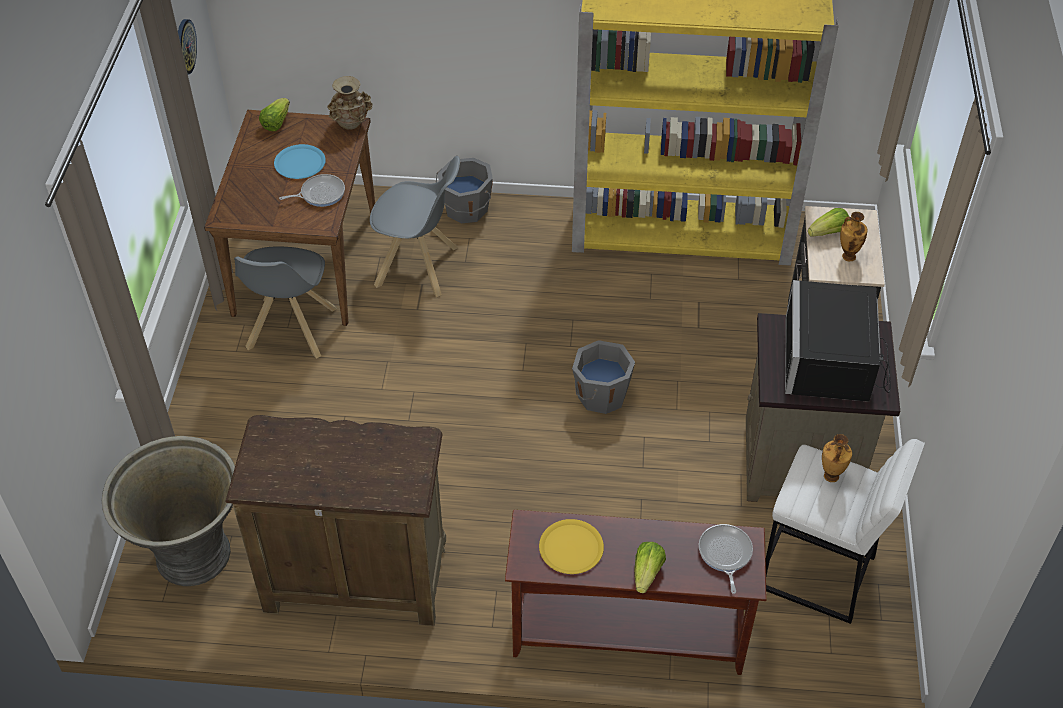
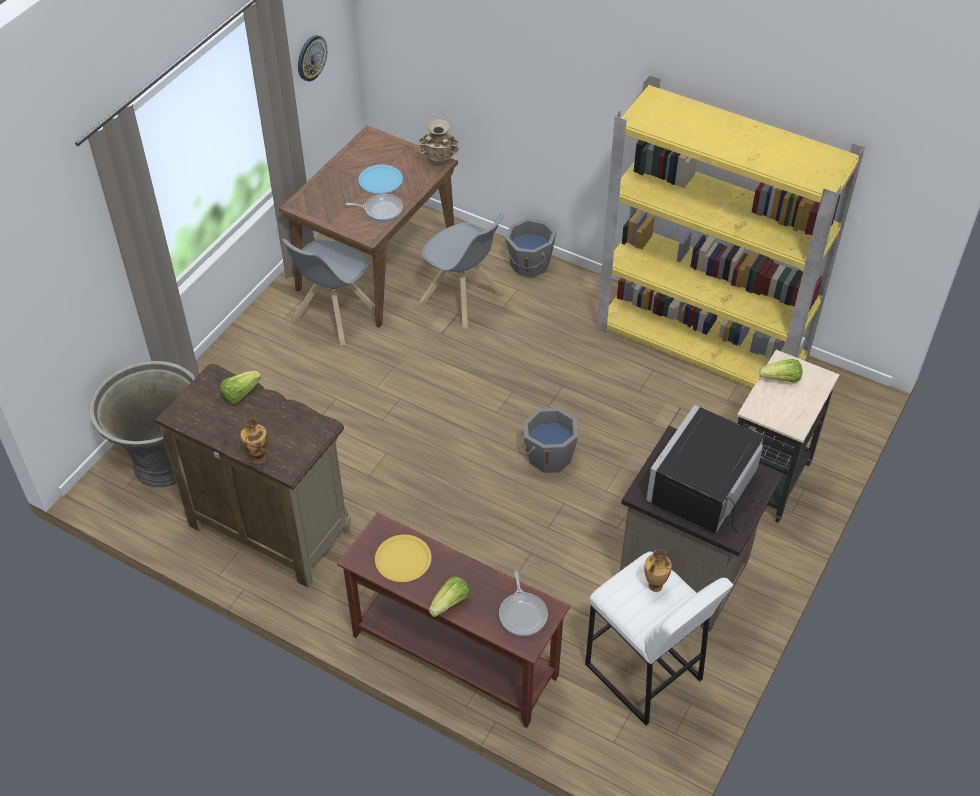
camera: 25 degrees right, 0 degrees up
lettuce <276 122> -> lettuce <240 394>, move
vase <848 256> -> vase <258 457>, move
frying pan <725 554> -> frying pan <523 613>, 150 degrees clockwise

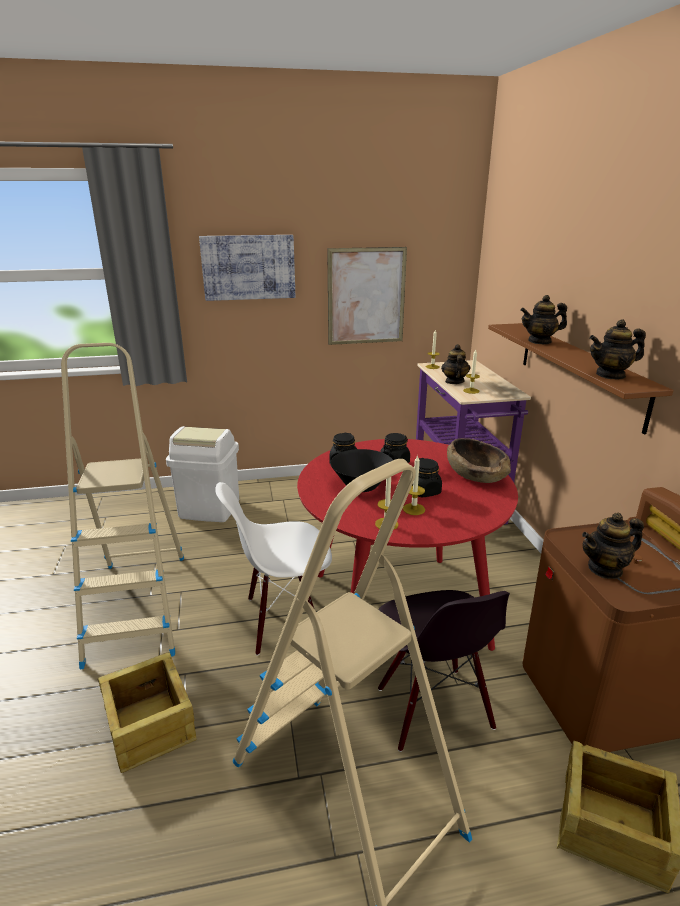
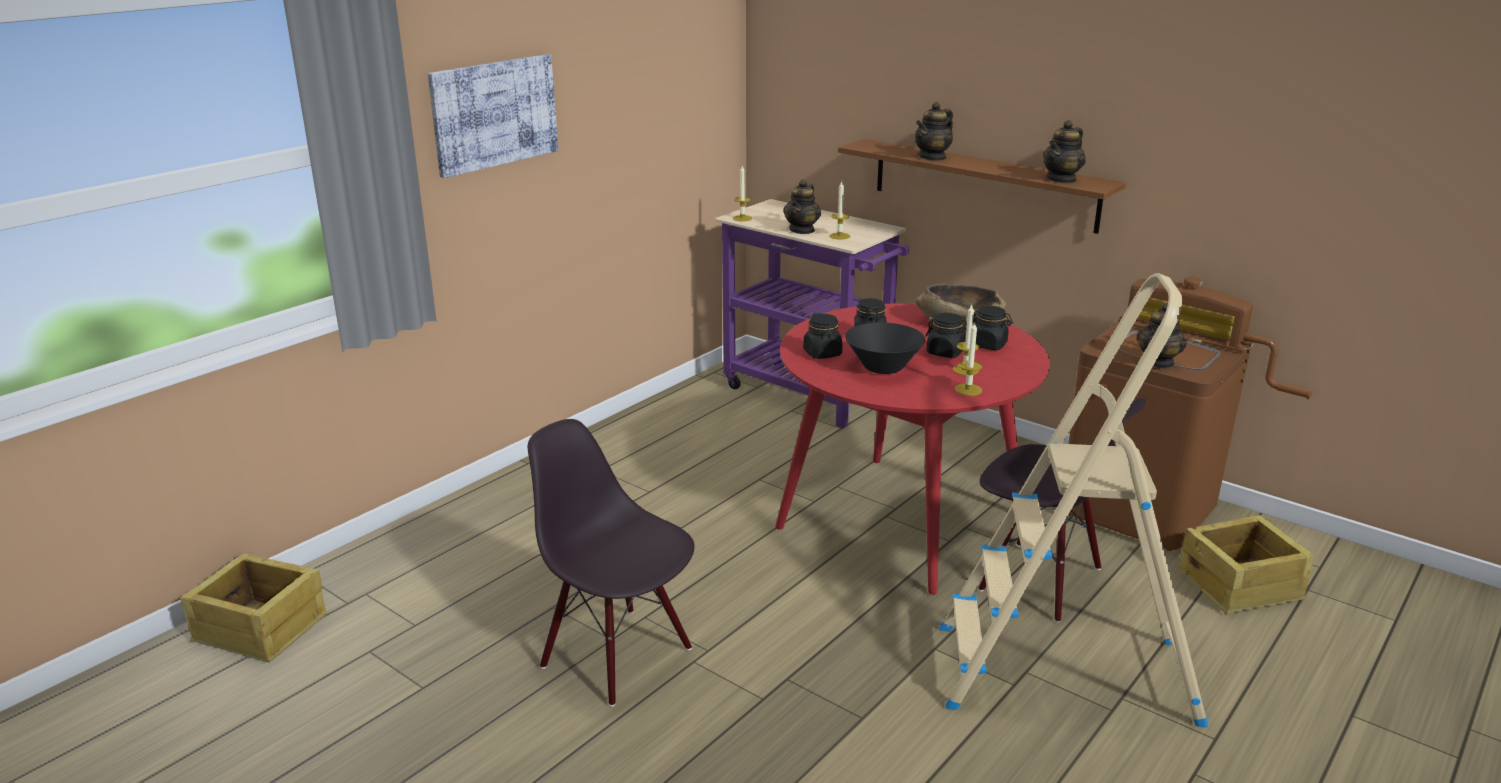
camera: 40 degrees left, 0 degrees up
white trash can <209 509> -> none
white chair <283 620> -> none
picture <366 296> -> none
none -> black jar <988 345>
crate <149 726> -> crate <261 629>, move
beige step ladder <138 606> -> black chair <618 656>
teapot <454 381> -> teapot <802 230>, 120 degrees counterclockwise

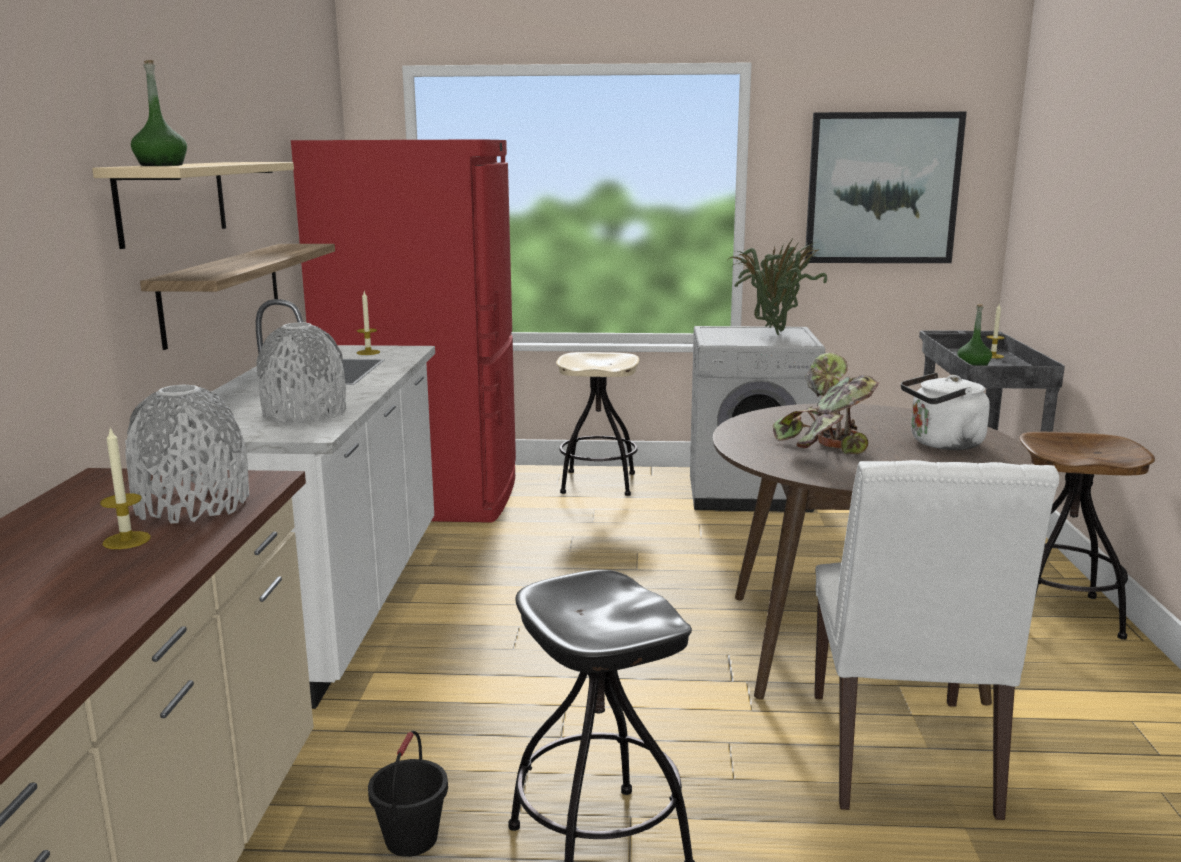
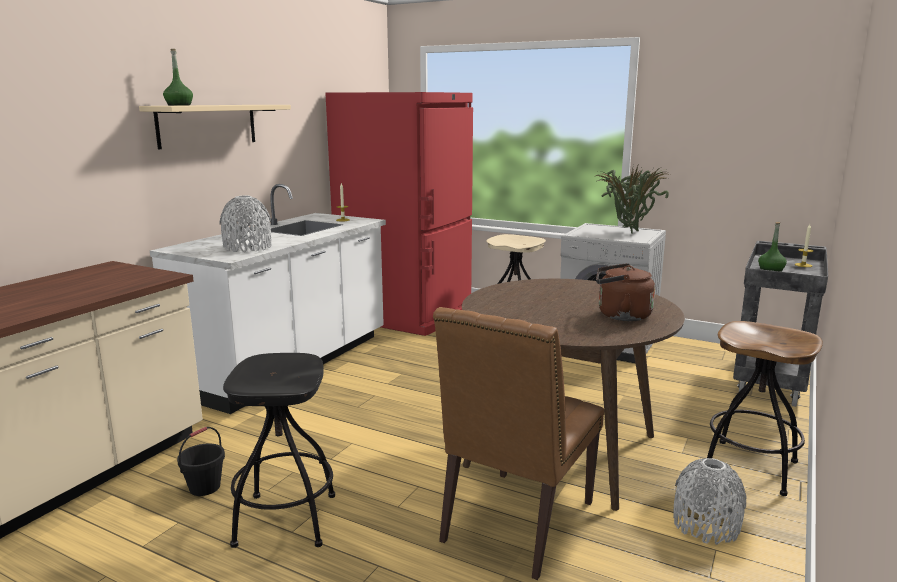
camera: 25 degrees right, 0 degrees up
candle <126 540> -> none
shelf <223 291> -> none
potted plant <823 449> -> none
picture <882 188> -> none
grey vase <193 505> -> grey vase <705 525>, move
white chair <899 751> -> brown chair <518 520>
white kettle <942 444> -> brown kettle <620 315>

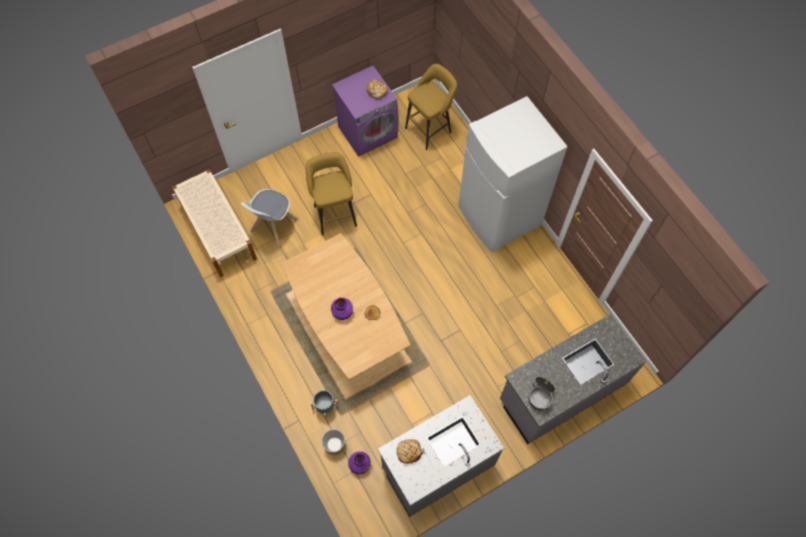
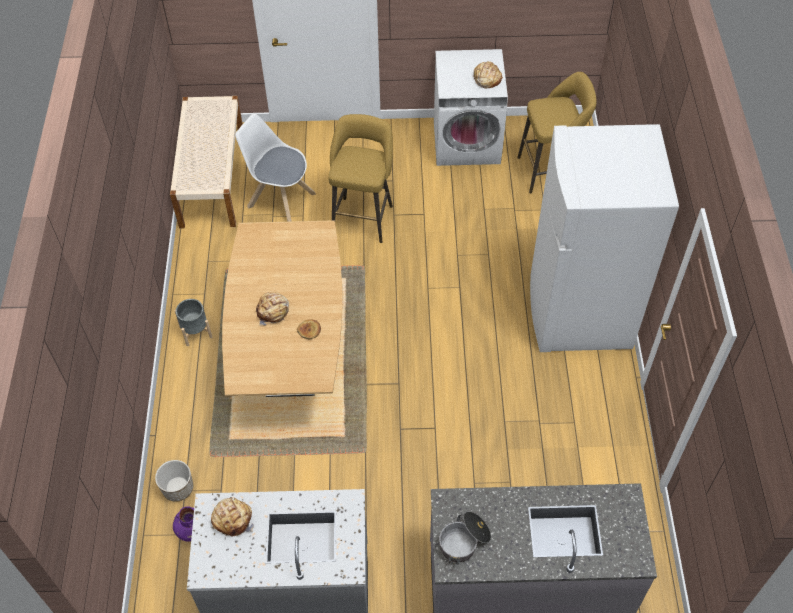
camera: 30 degrees right, 10 degrees down
grey planter <325 407> -> grey planter <195 332>, move
purple vase <342 312> -> bread <273 311>
purple washing machine <367 131> -> white washing machine <467 142>
chair <273 226> -> chair <280 199>, 60 degrees clockwise

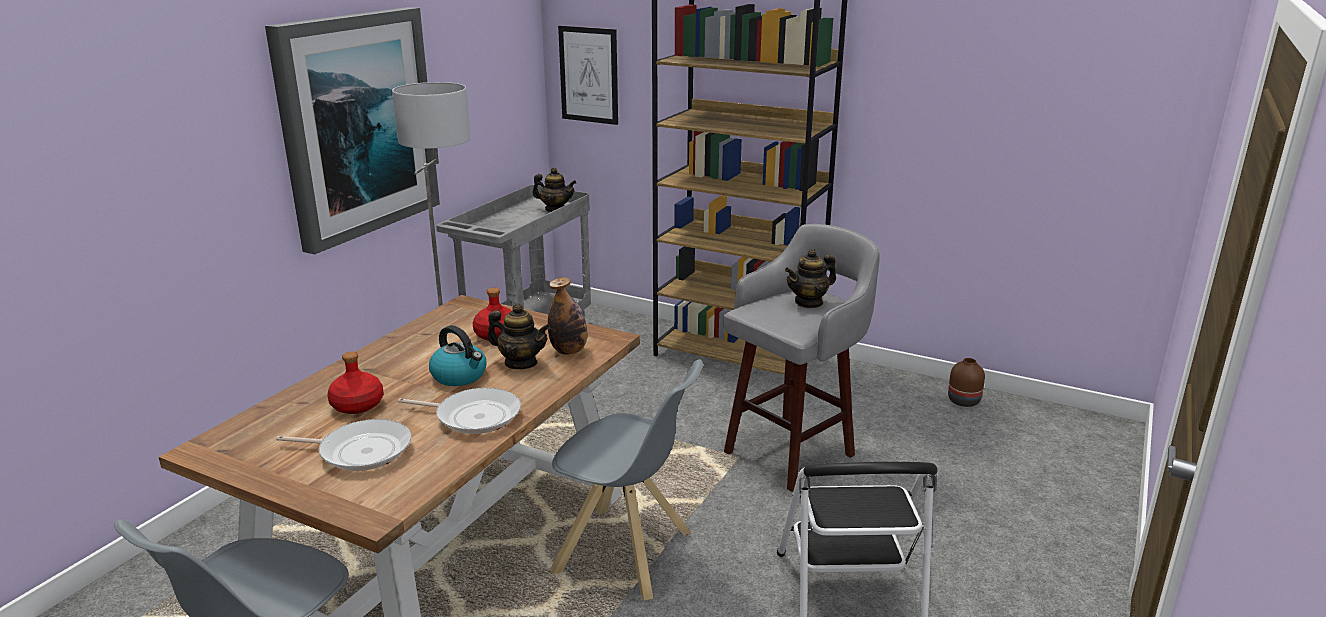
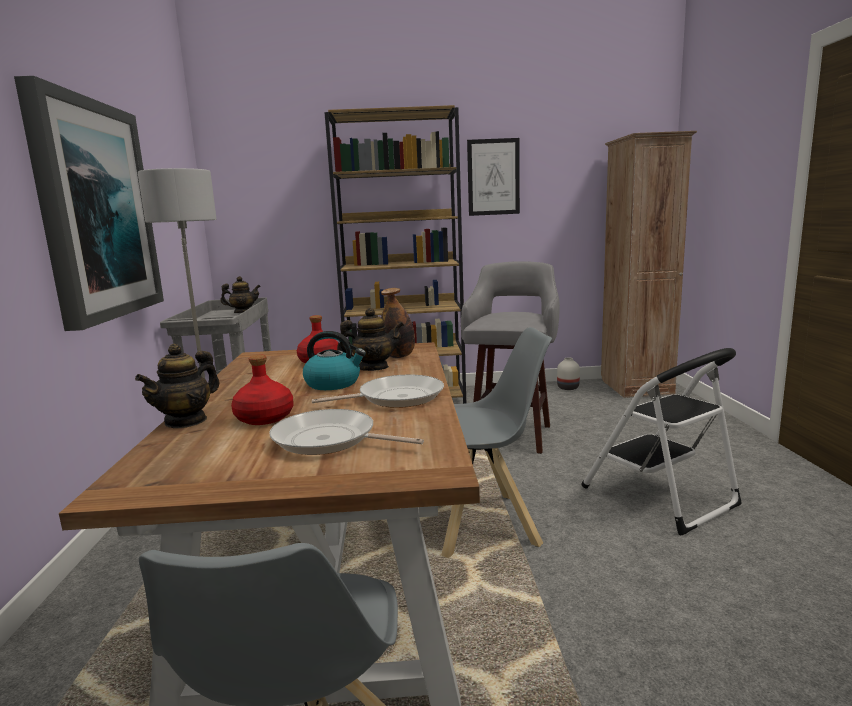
camera: 30 degrees left, 10 degrees down
none -> brown cabinet <637 387>
picture <589 75> -> picture <493 177>, move
teapot <809 302> -> teapot <186 421>, move
brown vase <964 401> -> white vase <568 387>
frying pan <360 451> -> frying pan <329 440>, 135 degrees counterclockwise

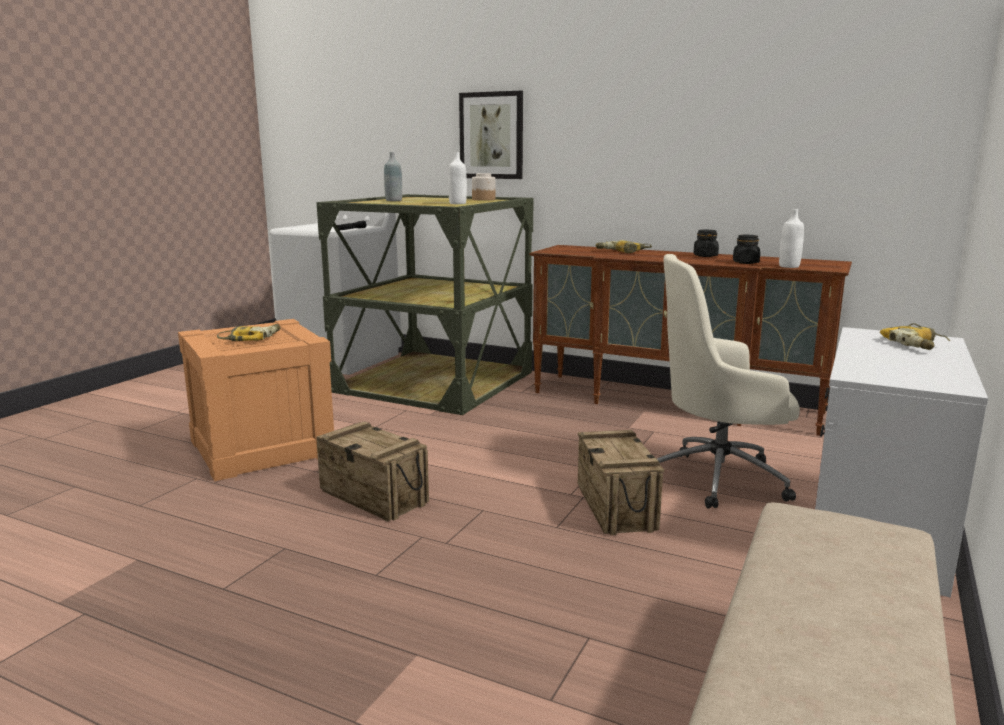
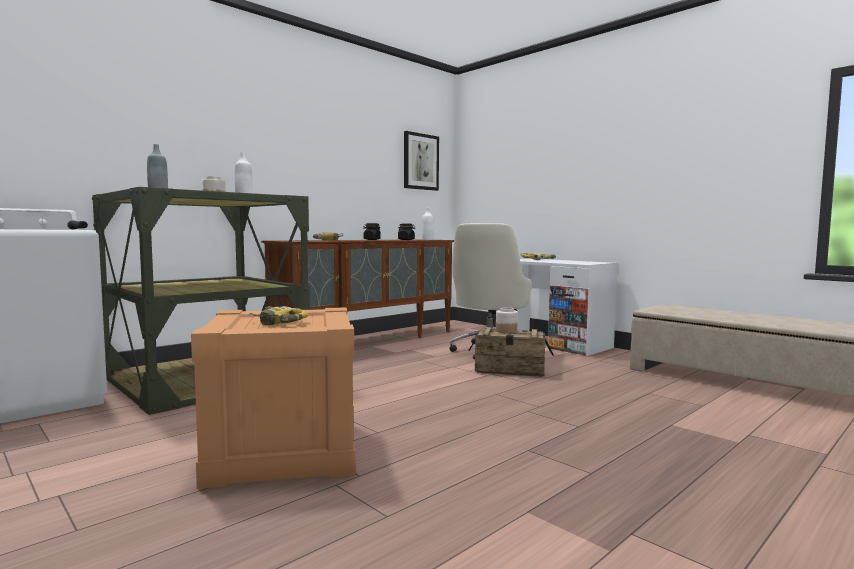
camera: 70 degrees left, 10 degrees down
crate <374 496> -> none
none -> jar <506 331>
picture <491 135> -> picture <420 161>, move

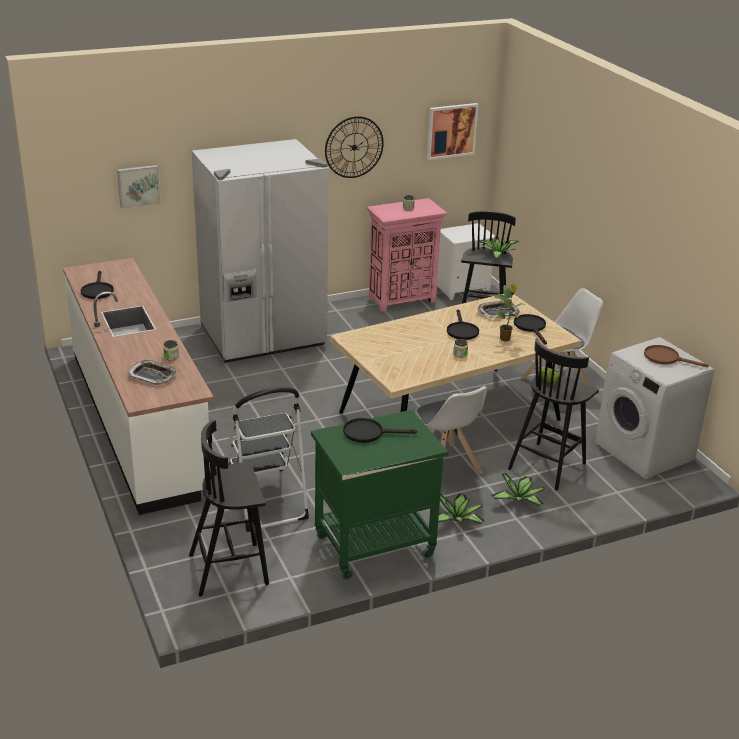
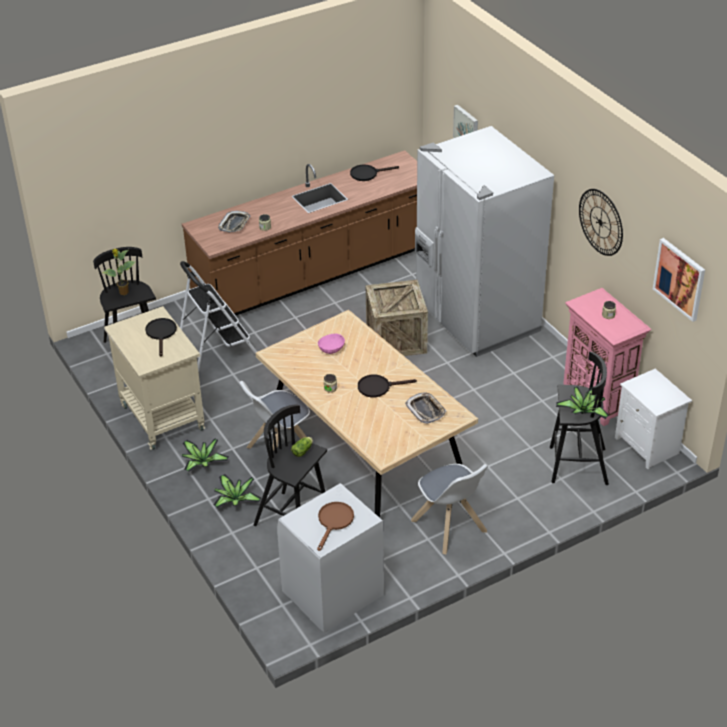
camera: 85 degrees right, 10 degrees up
black frying pan <531 327> -> none
none -> pink bowl <331 349>
none -> crate <396 339>
potted plant <505 339> -> potted plant <123 293>, move
white counter <139 421> -> brown counter <315 274>
green cart <373 547> -> beige cart <162 418>

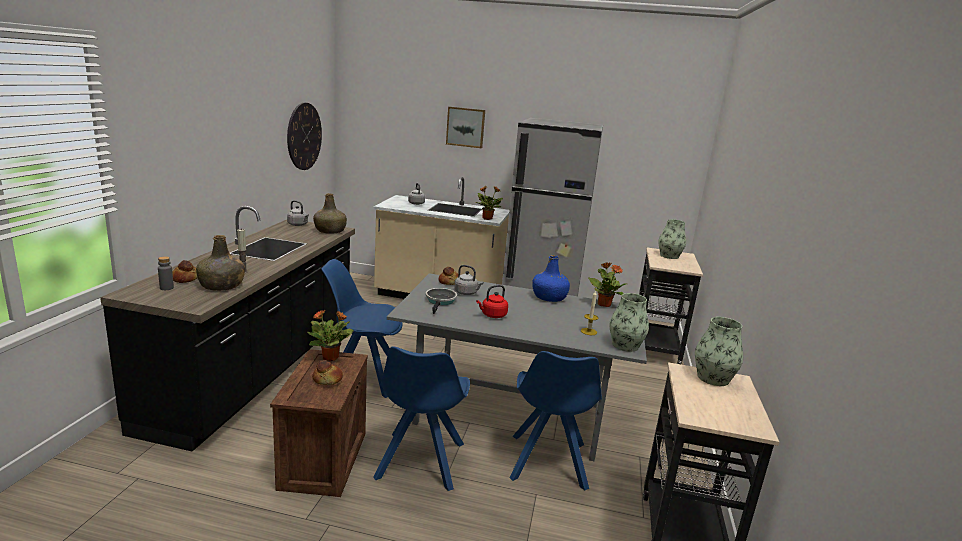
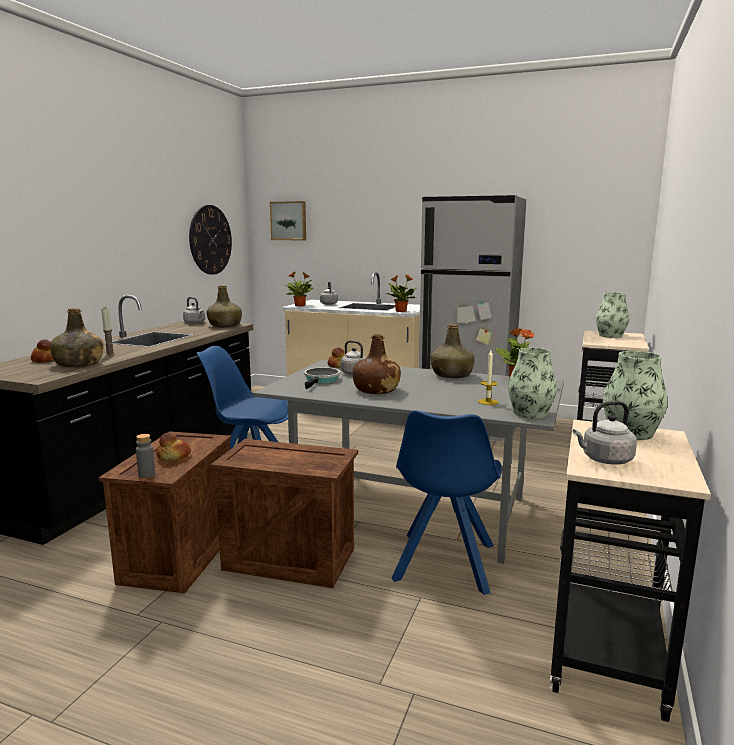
camera: 10 degrees right, 5 degrees down
none -> grey kettle <604 460>
grey bottle <166 288> -> grey bottle <146 474>, move
potted plant <331 358> -> potted plant <300 306>, move
picture <465 127> -> picture <289 221>, move
blue chair <419 462> -> crate <288 560>
red kettle <492 315> -> brown bottle <376 390>
blue bottle <549 297> -> green bottle <452 375>

